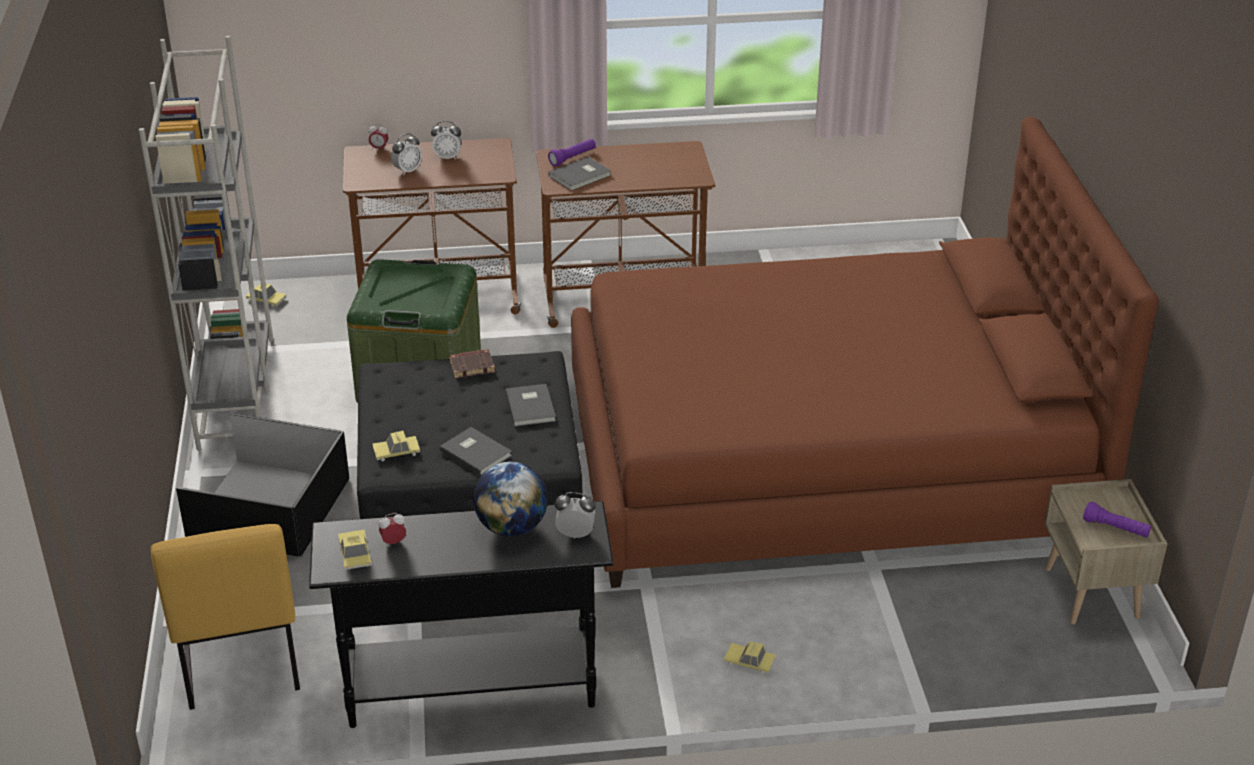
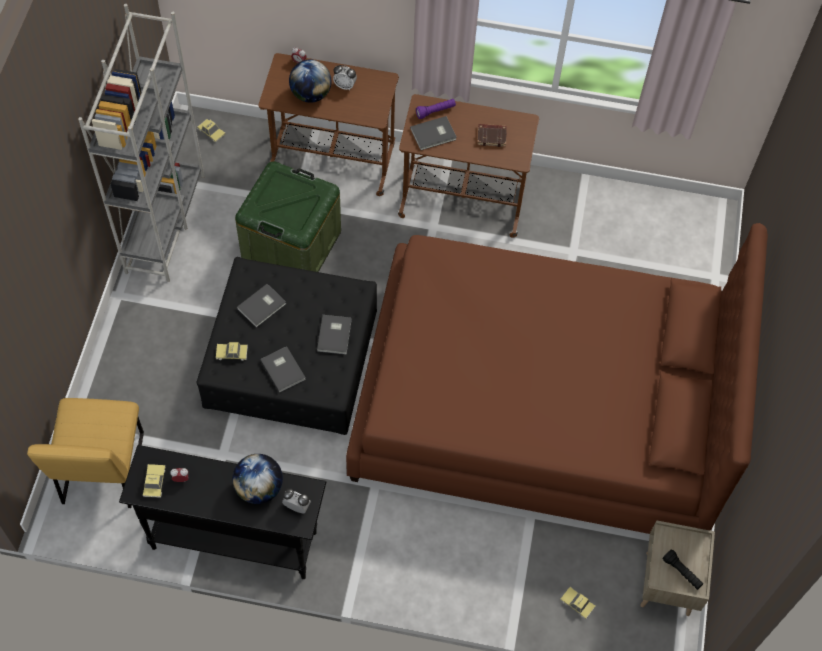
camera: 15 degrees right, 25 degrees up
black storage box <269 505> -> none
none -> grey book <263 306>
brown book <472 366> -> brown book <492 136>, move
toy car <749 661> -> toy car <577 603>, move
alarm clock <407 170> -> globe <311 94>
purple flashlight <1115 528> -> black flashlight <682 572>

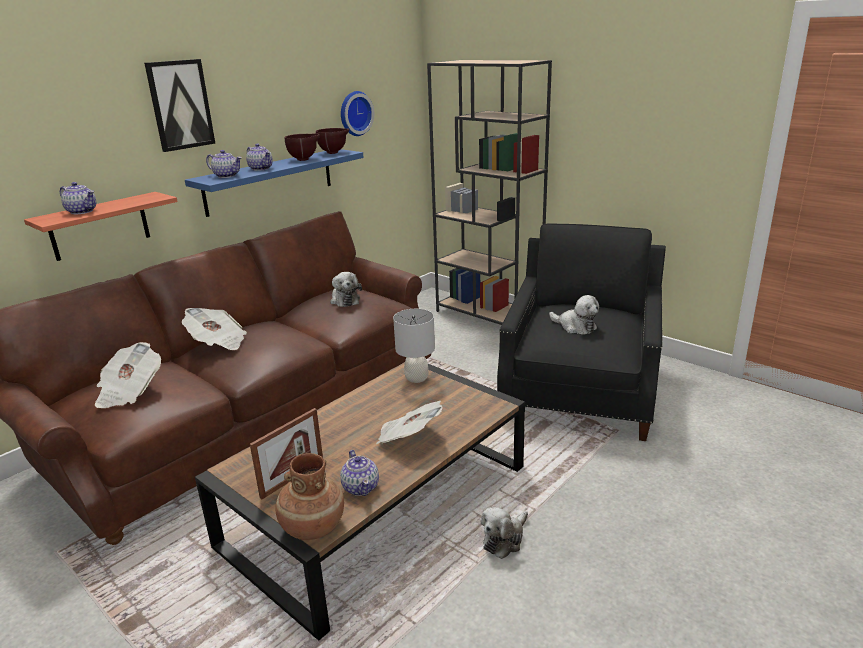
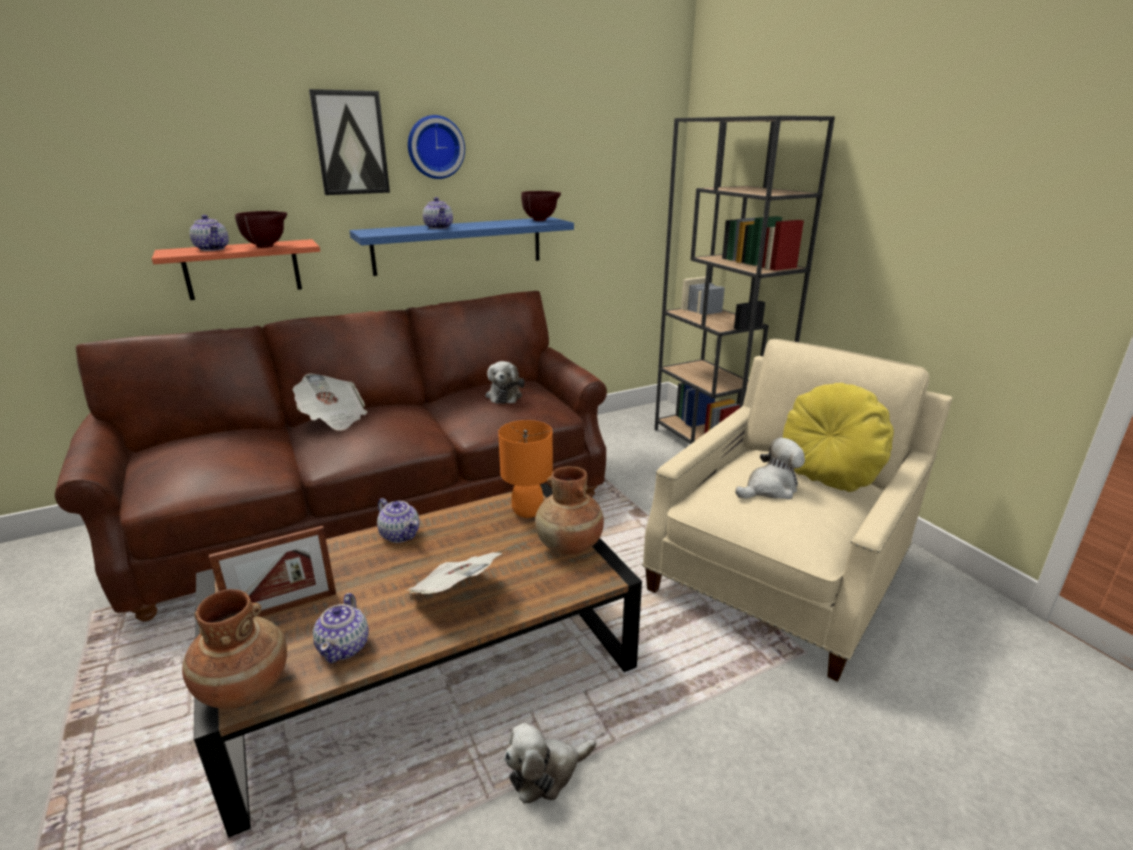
camera: 20 degrees right, 0 degrees up
newspaper <129 392> -> none
none -> brown vase <569 545>
none -> yellow pillow <827 478>
teapot <227 176> -> teapot <401 535>, move
brown bowl <304 159> -> brown bowl <267 246>, move
wall clock <354 113> -> wall clock <435 147>, move
grey table lamp <418 379> -> orange table lamp <529 513>
black armchair <580 389> -> beige armchair <780 574>
plush toy <575 327> -> plush toy <769 489>, 90 degrees counterclockwise

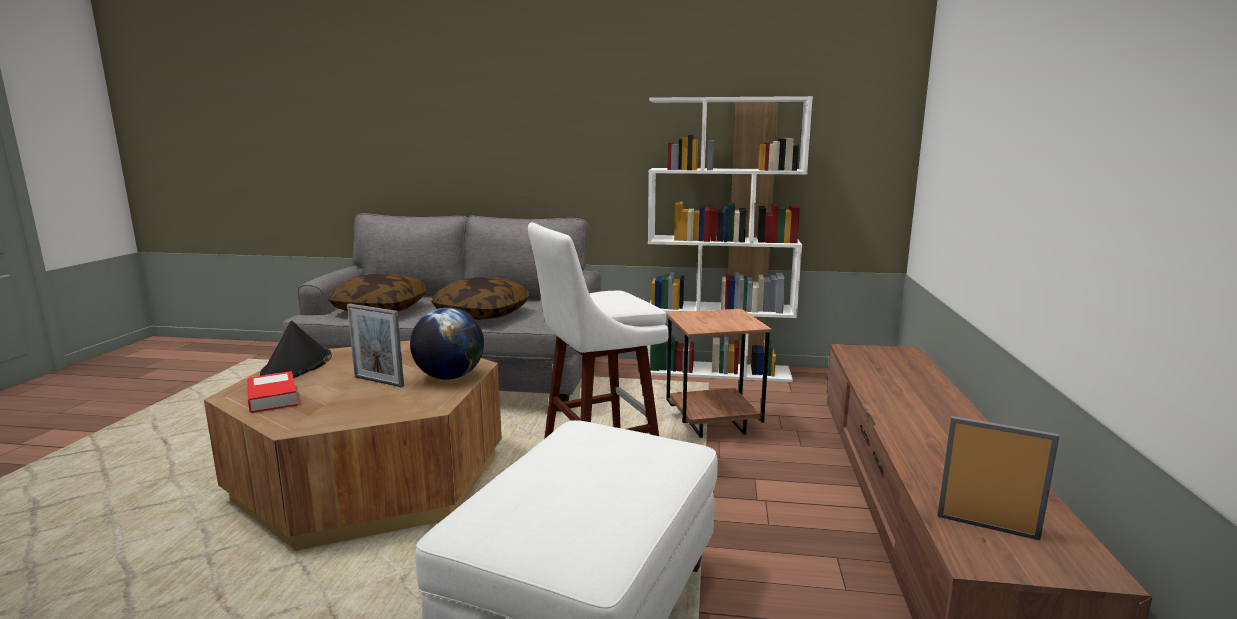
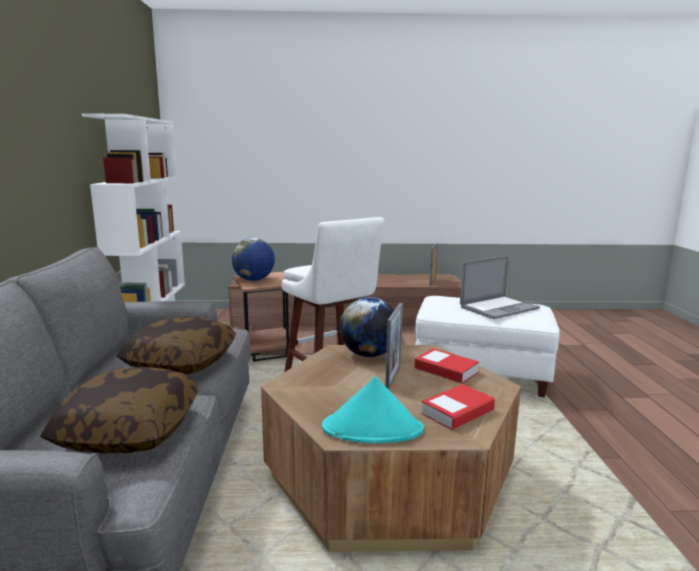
camera: 100 degrees left, 0 degrees up
none -> globe <254 280>
none -> book <446 370>
none -> laptop <499 308>
black hat <297 366> -> turquoise hat <373 429>

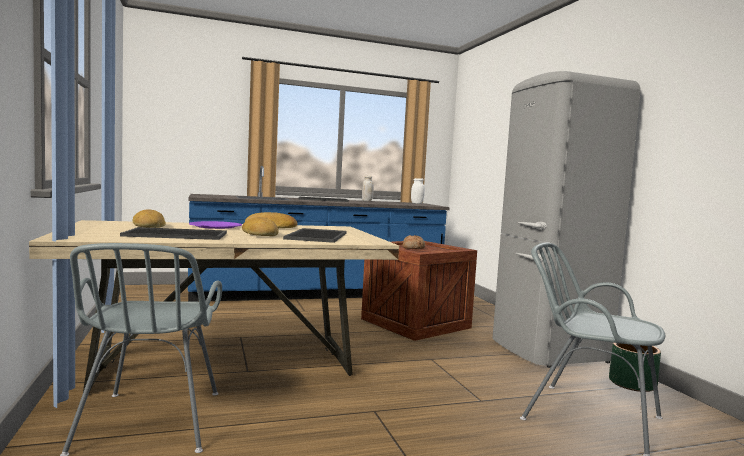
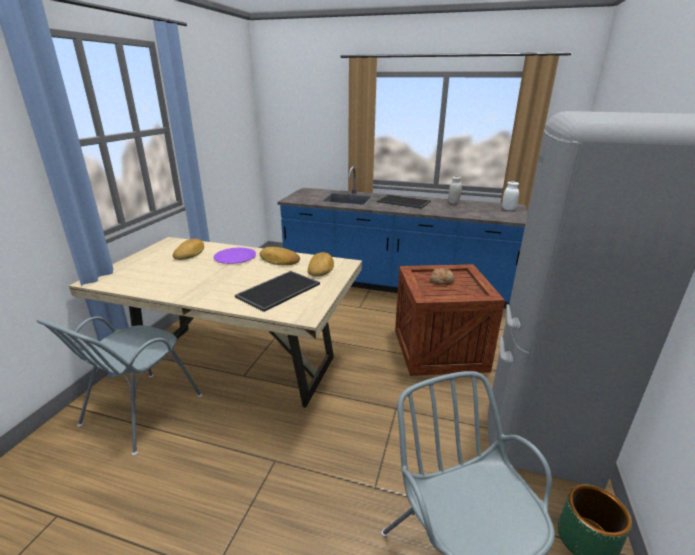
camera: 35 degrees right, 20 degrees up
tray <175 235> -> none
bread <261 234> -> bread <321 268>, move

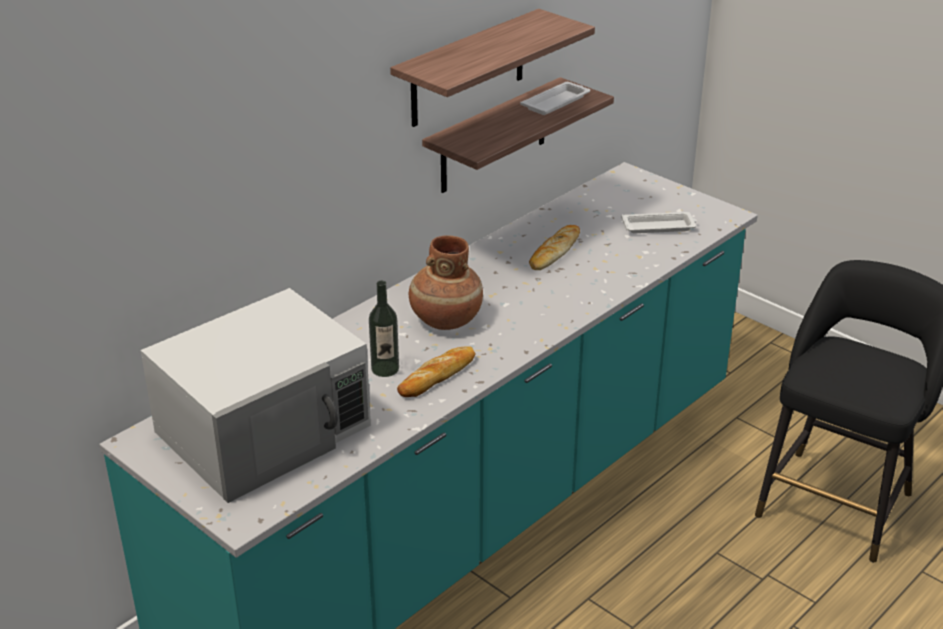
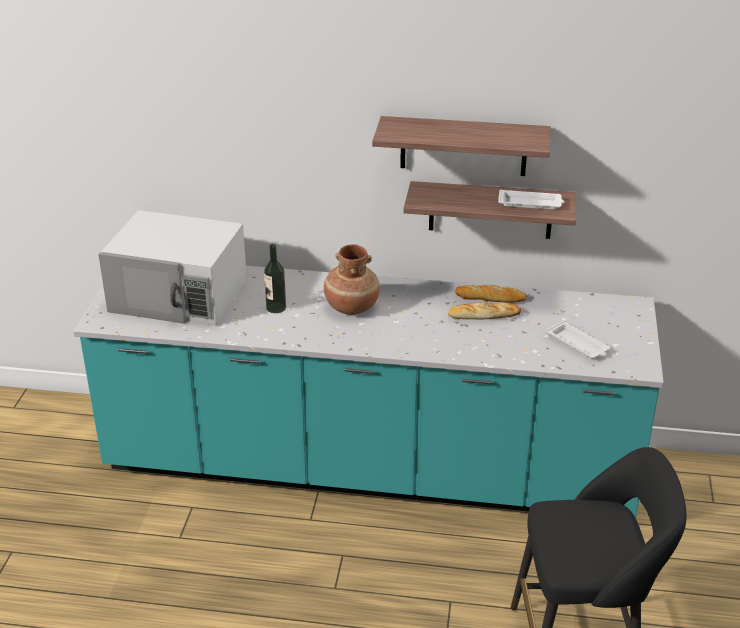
camera: 55 degrees right, 0 degrees up
bread <438 376> -> bread <491 298>, move

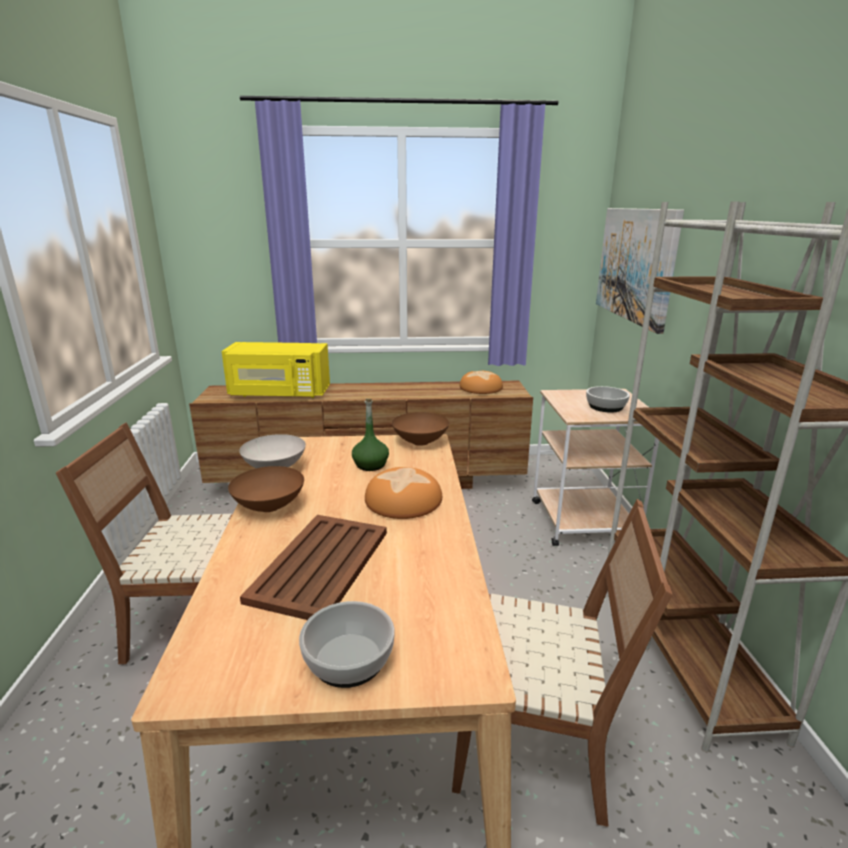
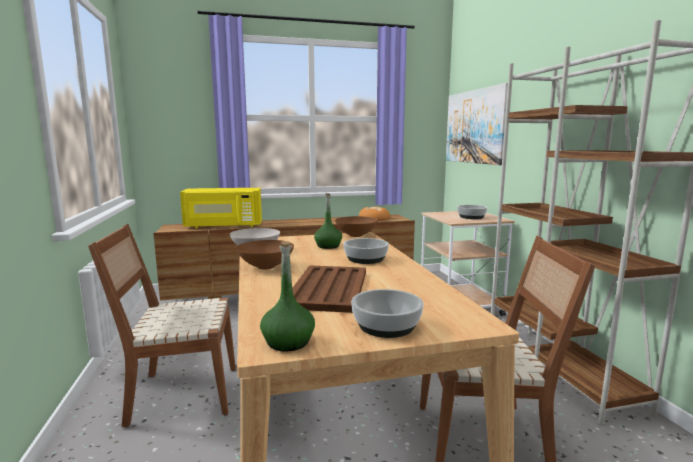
camera: 10 degrees left, 10 degrees down
none -> green bottle <288 342>
bread <403 500> -> bowl <365 259>

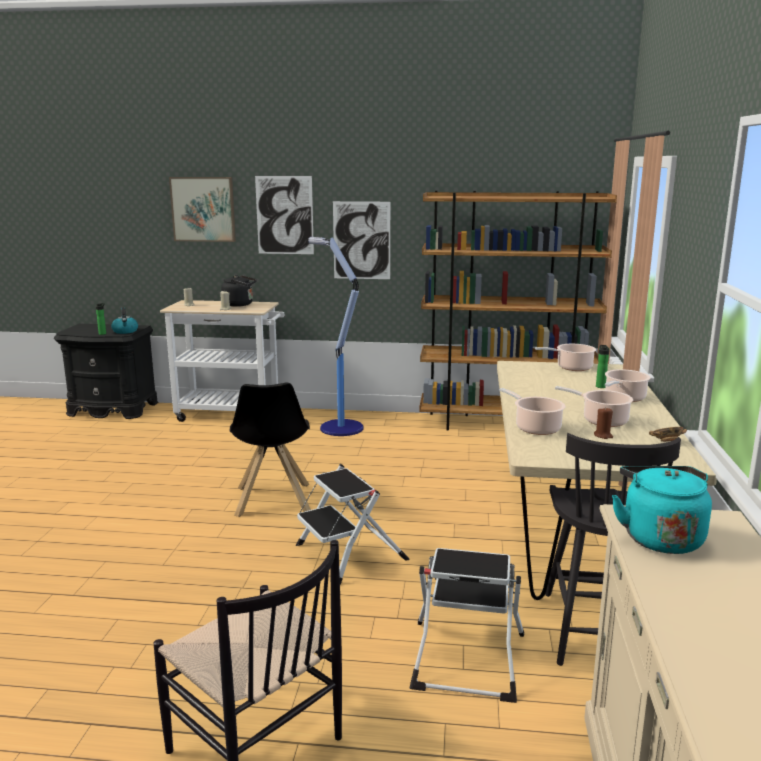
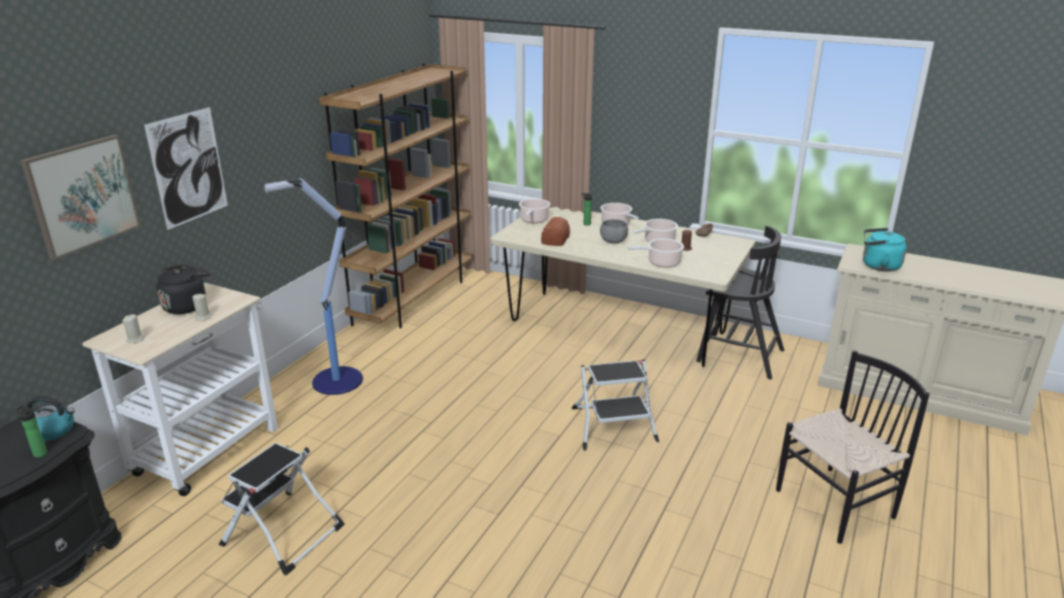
camera: 70 degrees left, 10 degrees up
black chair <272 501> -> none
picture <361 240> -> none
none -> bread <554 240>
none -> grey bowl <613 241>
step ladder <466 656> -> step ladder <282 531>, move

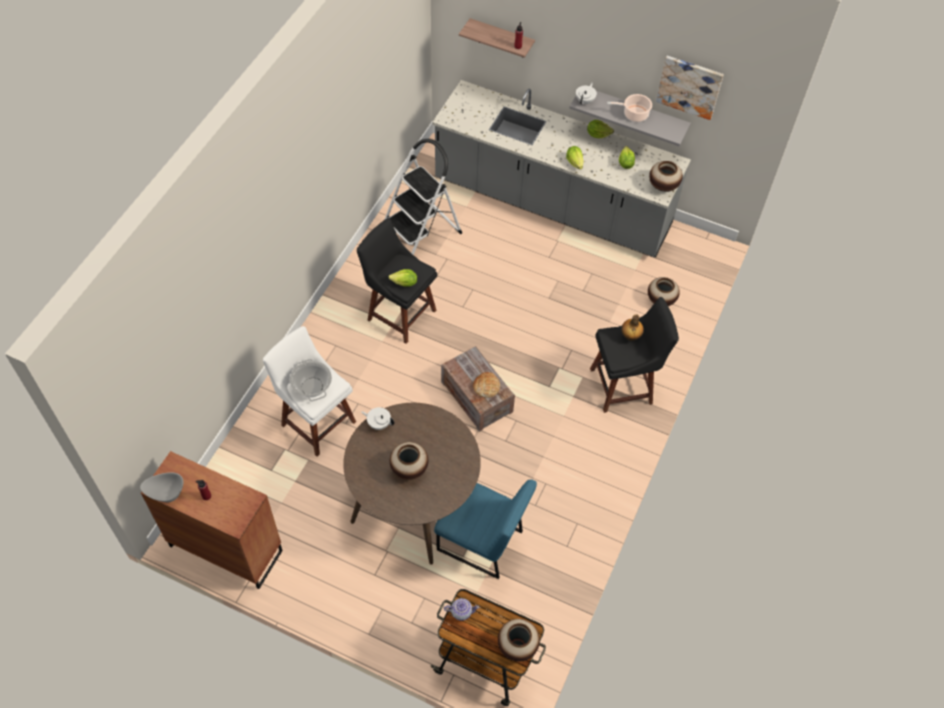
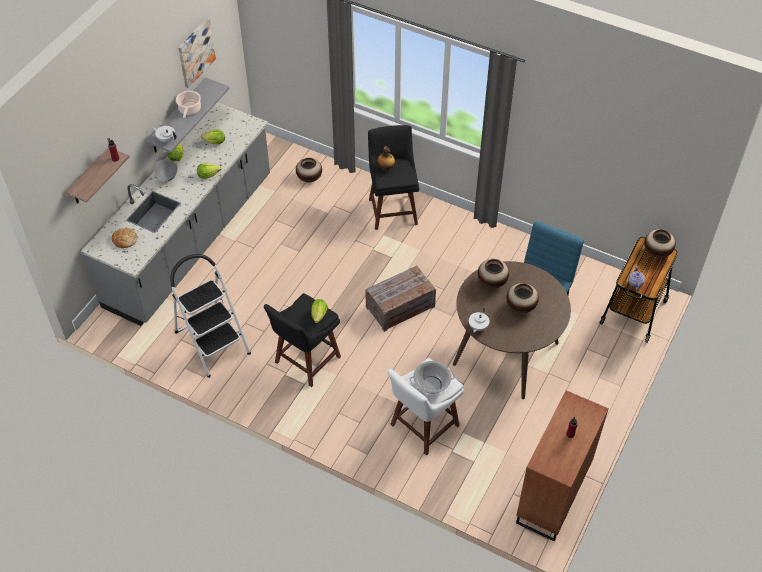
camera: 85 degrees left, 5 degrees down
grey bowl <166 493> -> grey bowl <167 178>, move
bread <486 386> -> bread <125 239>, move
vase <663 186> -> vase <492 282>, move

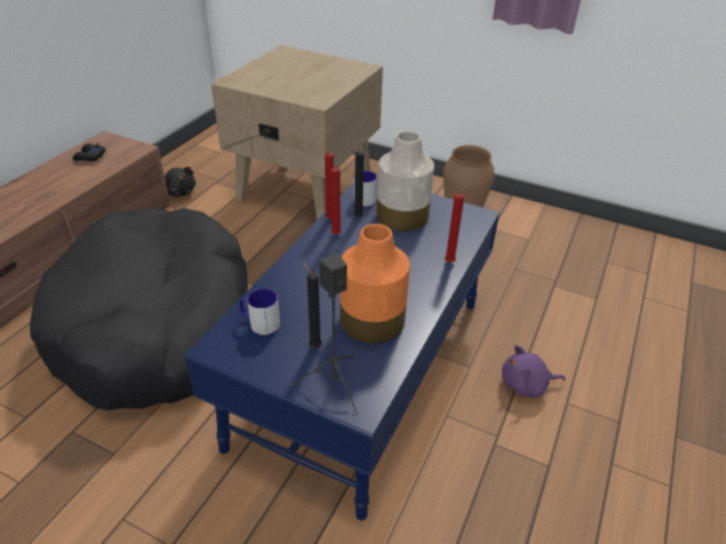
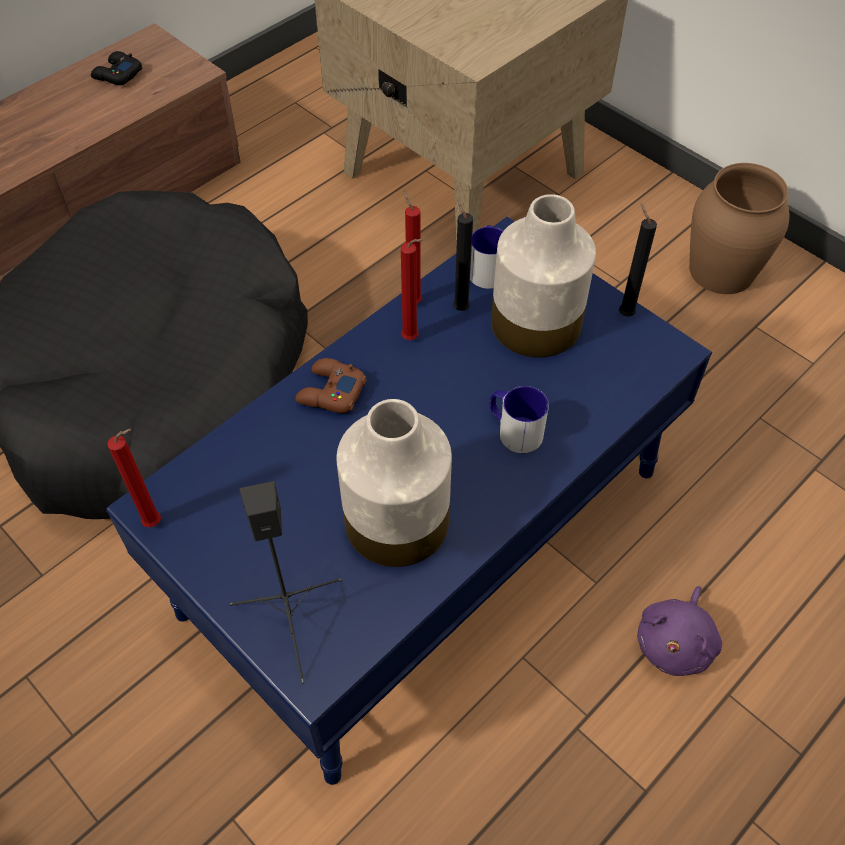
camera: 20 degrees right, 15 degrees up
black plush toy <179 192> -> none
none -> brown game controller <330 392>
mug <260 323> -> mug <514 430>, move
black candle <313 346> -> black candle <624 313>, move
red candle <451 262> -> red candle <156 522>, move
orange vase <373 319> -> beige vase <398 520>
purple plush toy <526 385> -> purple plush toy <675 642>, 75 degrees counterclockwise

